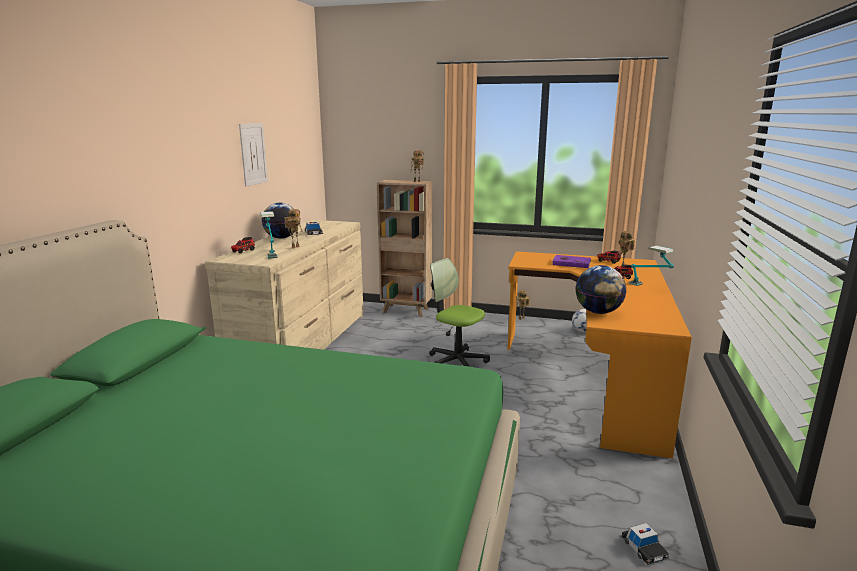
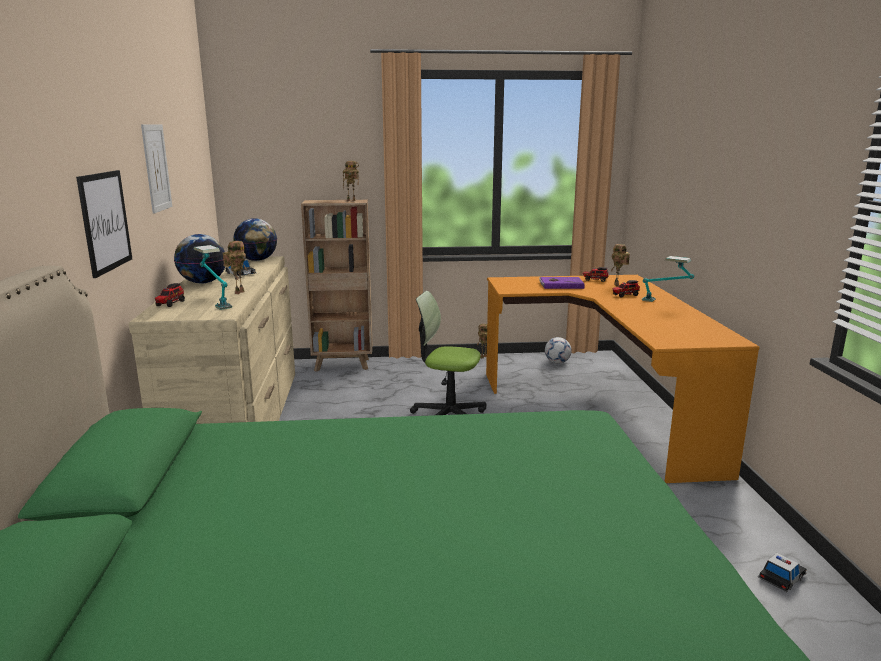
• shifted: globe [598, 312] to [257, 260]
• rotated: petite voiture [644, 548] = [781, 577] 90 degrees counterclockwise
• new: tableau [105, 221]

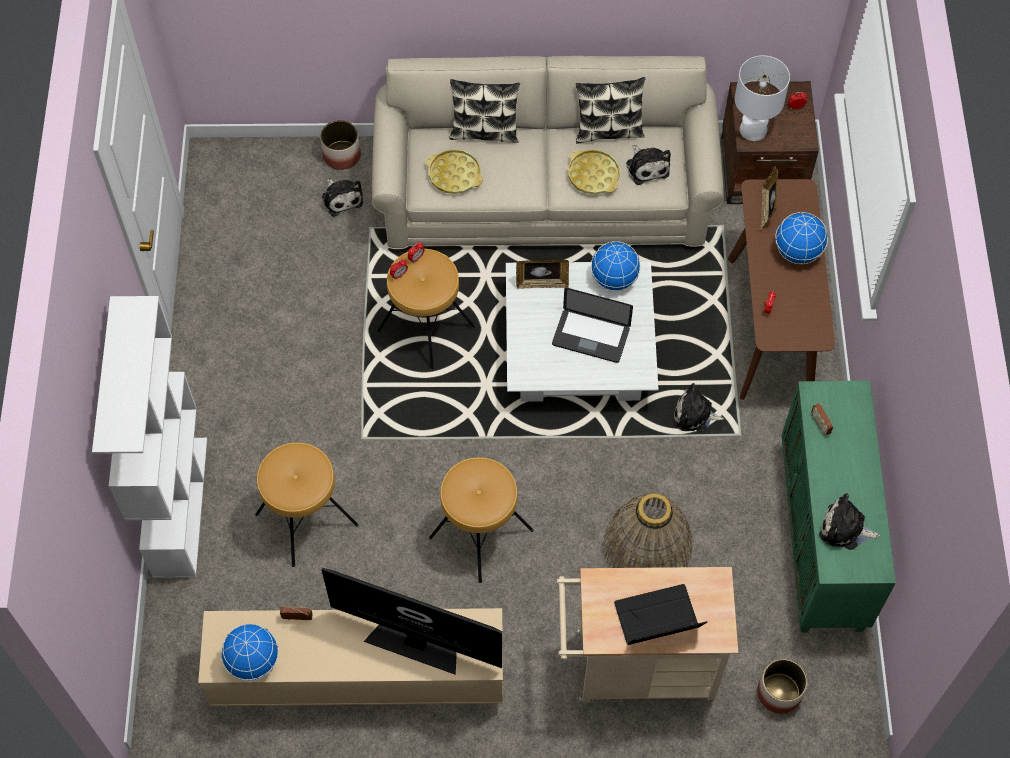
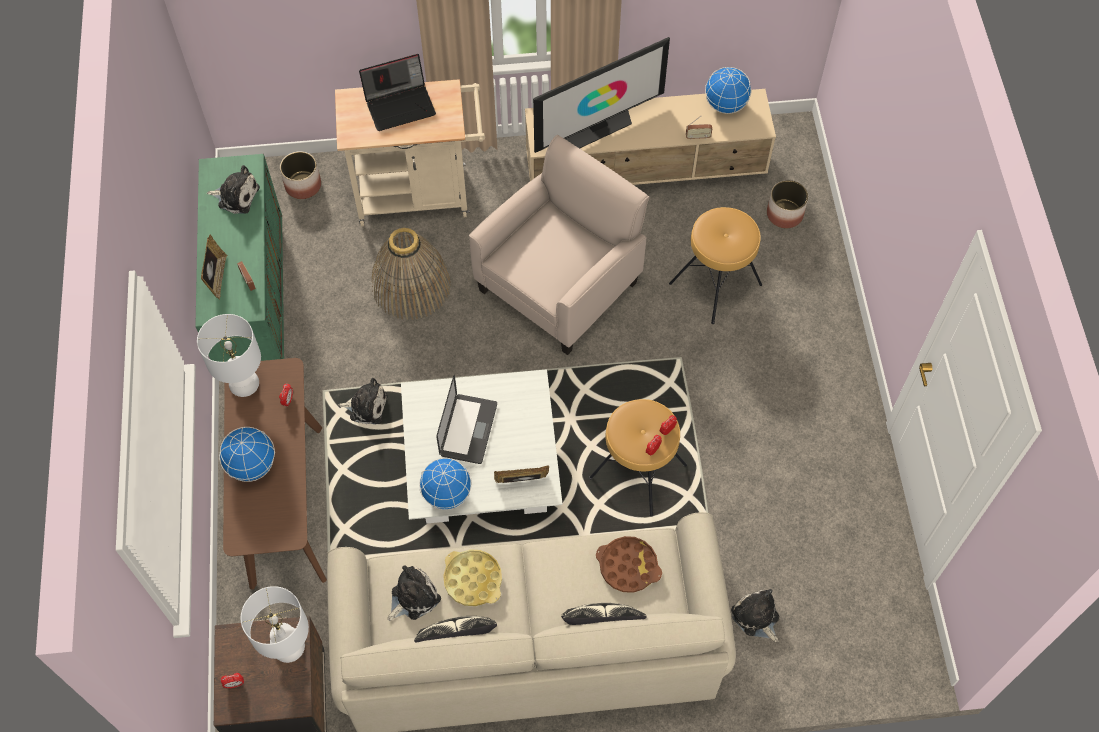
• shifted: cache-pot [342, 155] to [784, 214]
• rotated: peluche [646, 167] = [413, 597] 75 degrees clockwise
• repainted: plateau (jaune) [454, 175] to plateau (marron) [628, 566]
• shifted: cadre photo [766, 209] to [217, 278]
• rotated: ordinateur portable [590, 336] = [468, 429] 90 degrees clockwise
• gone: bibliothèque (blanc) [179, 506]
• swapped: tabouret (marron) [480, 533] to fauteuil (beige) [559, 285]
• rotated: téléviseur [415, 643] = [598, 127] 45 degrees counterclockwise
• new: lampe de table (blanc) [244, 384]

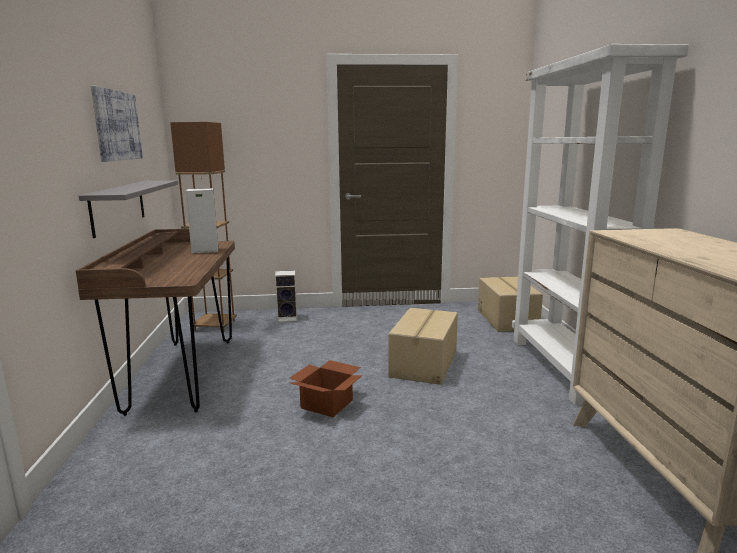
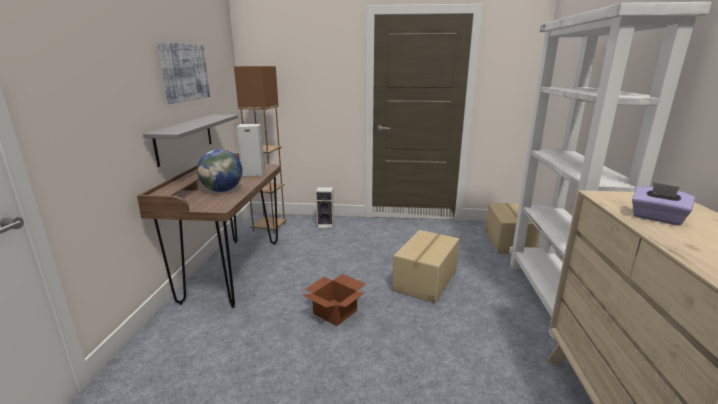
• new: globe [223, 190]
• new: boîte à mouchoirs (violet) [657, 218]

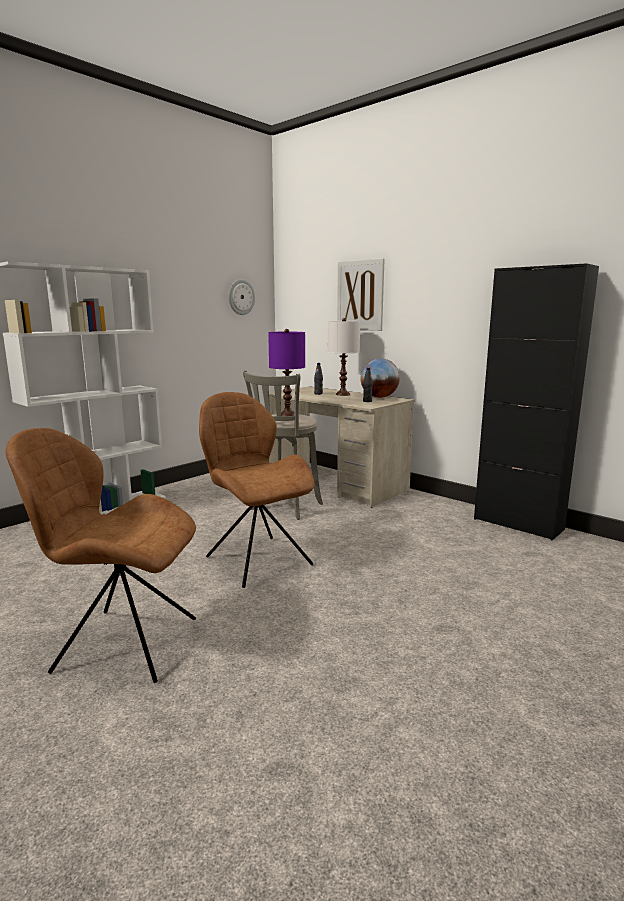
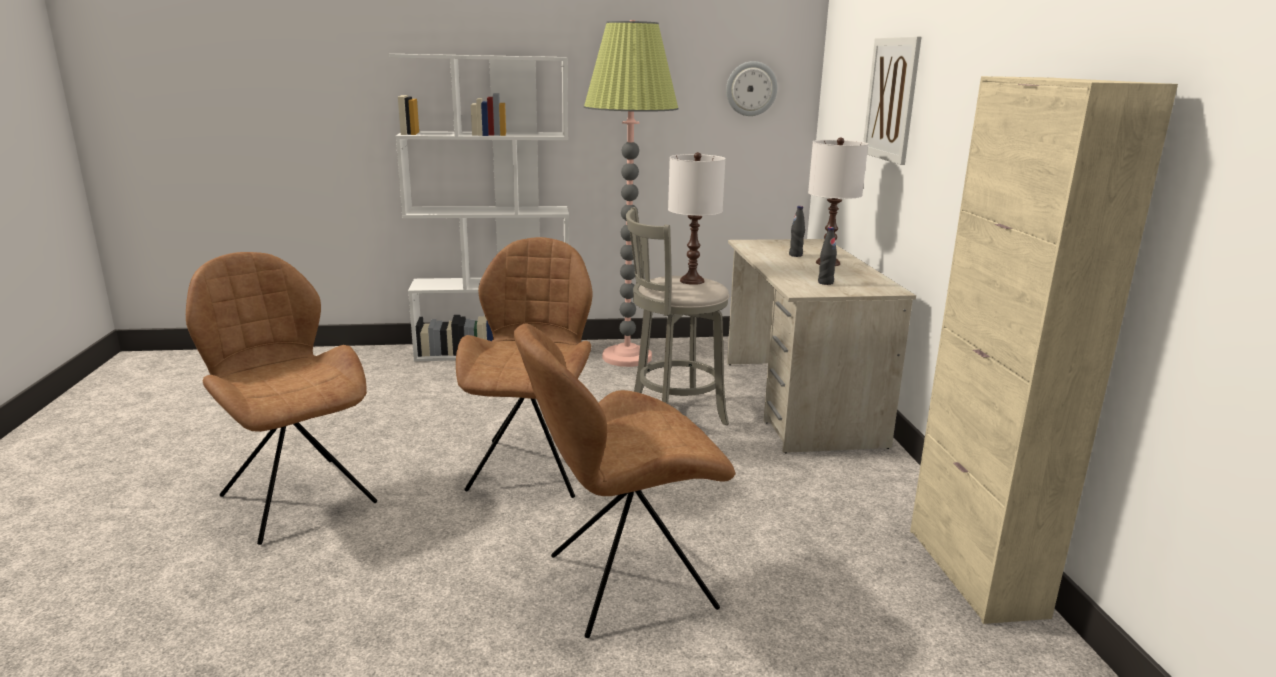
• repainted: meuble de rangement (noir) [518, 524] to meuble de rangement (beige) [974, 571]
• repainted: lampe de table (violet) [288, 415] to lampe de table (blanc) [692, 281]
• gone: globe [379, 397]
• new: lampadaire [627, 357]
• new: chaise (marron) [624, 583]

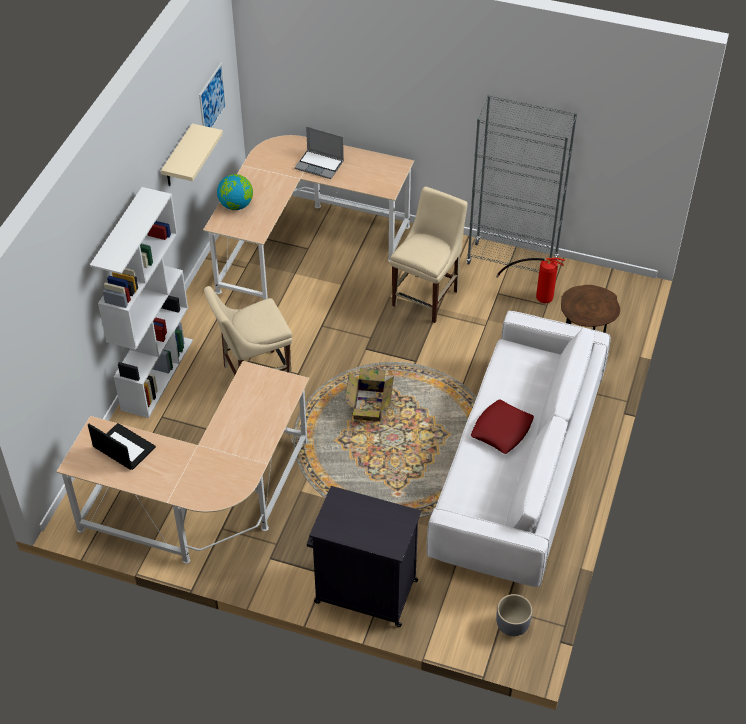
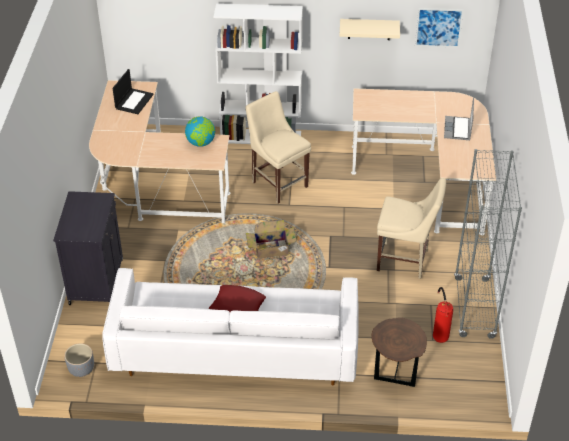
• shifted: globe [236, 205] to [200, 143]

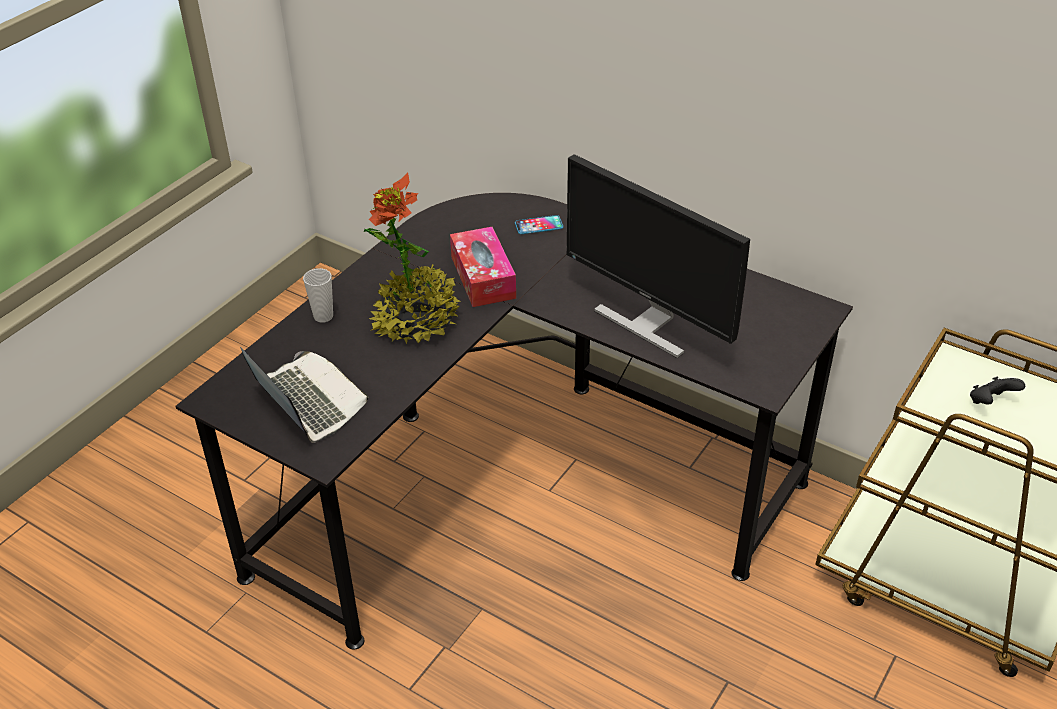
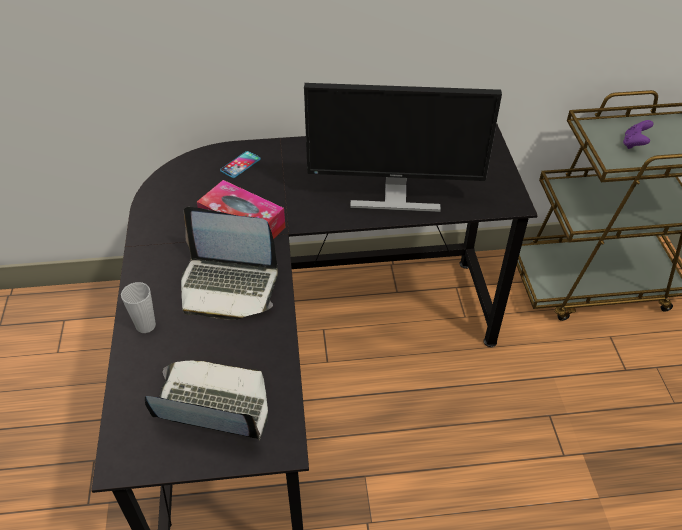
• swapped: plante en pot [416, 320] to ordinateur portable [228, 286]
• repainted: manette (noir) [990, 402] to manette (violet) [634, 144]

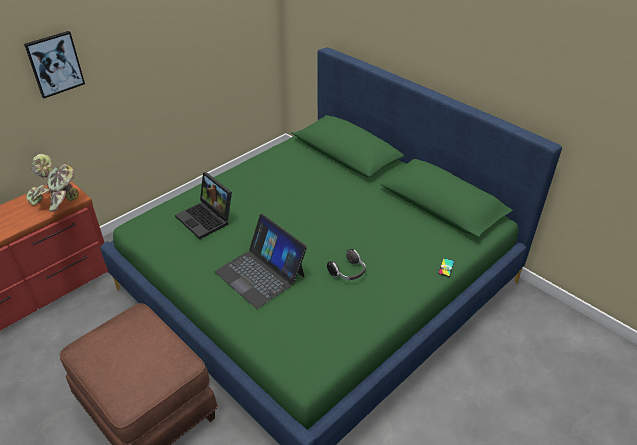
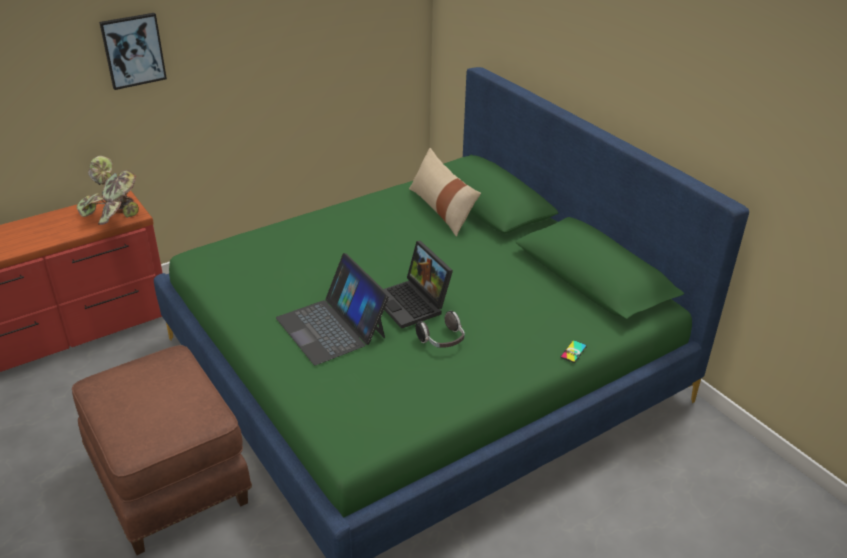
• shifted: ordinateur portable [207, 219] to [413, 304]
• new: coussin (beige) [442, 209]

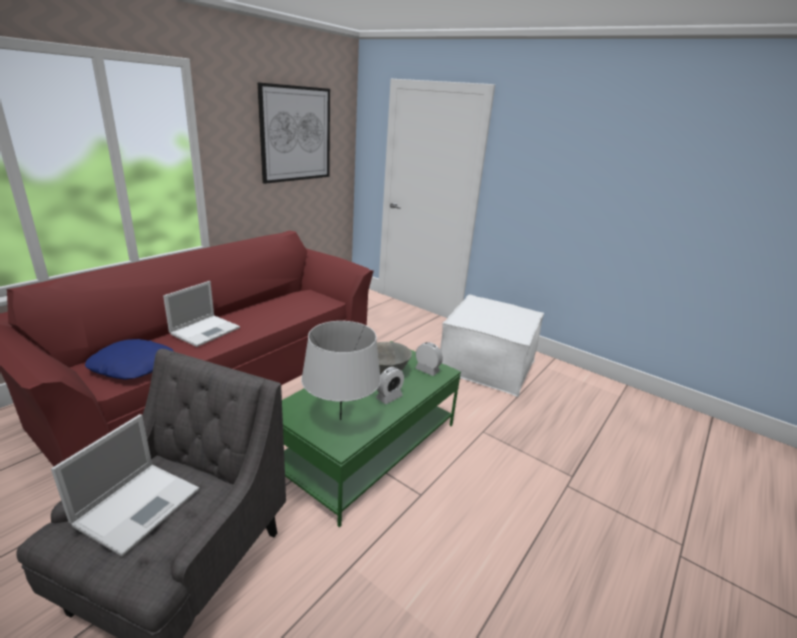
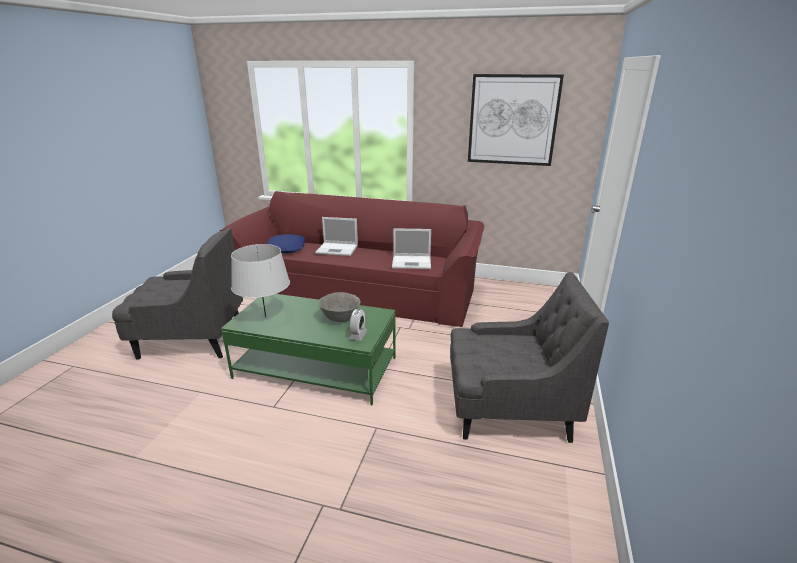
• swapped: pouf (blanc) [487, 365] to fauteuil (gris) [508, 410]
• gone: réveil [389, 397]
• shifted: ordinateur portable [139, 505] to [412, 262]

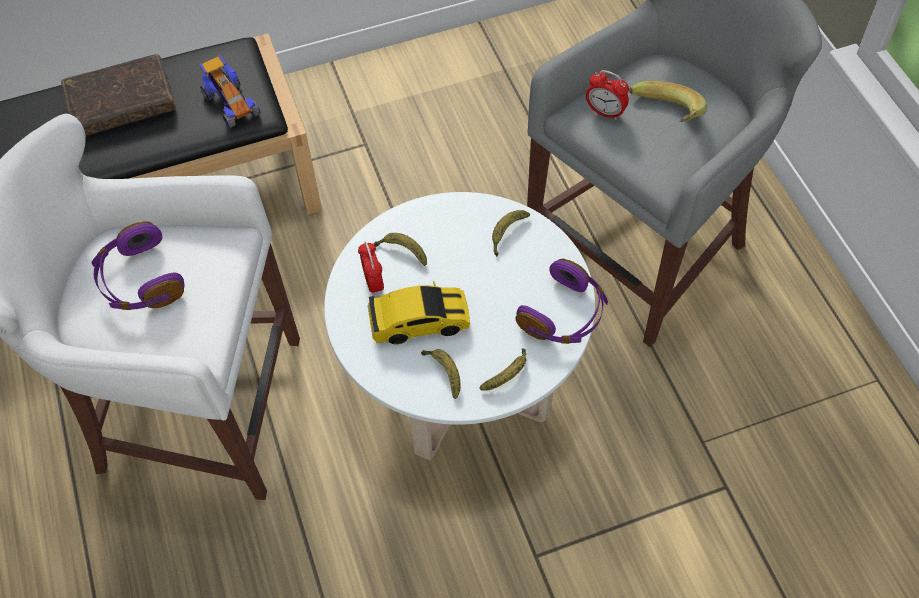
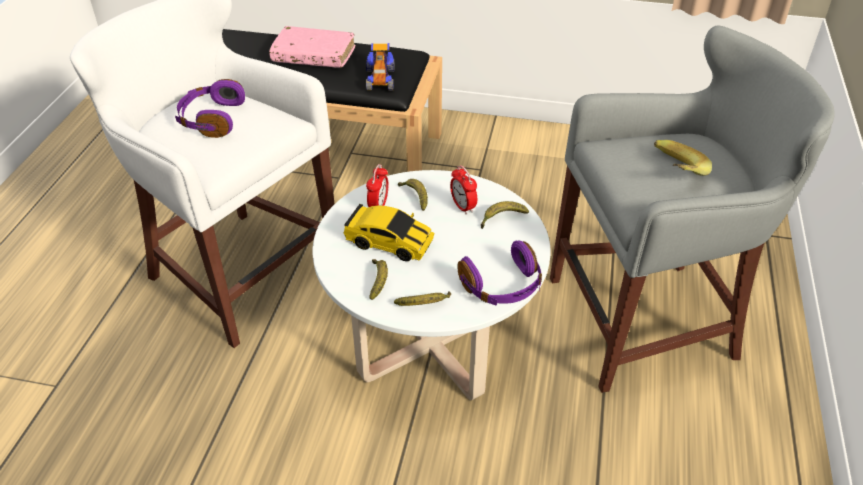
• repainted: livre (marron) [122, 104] to livre (rose) [314, 56]
• shifted: réveil [605, 112] to [463, 207]

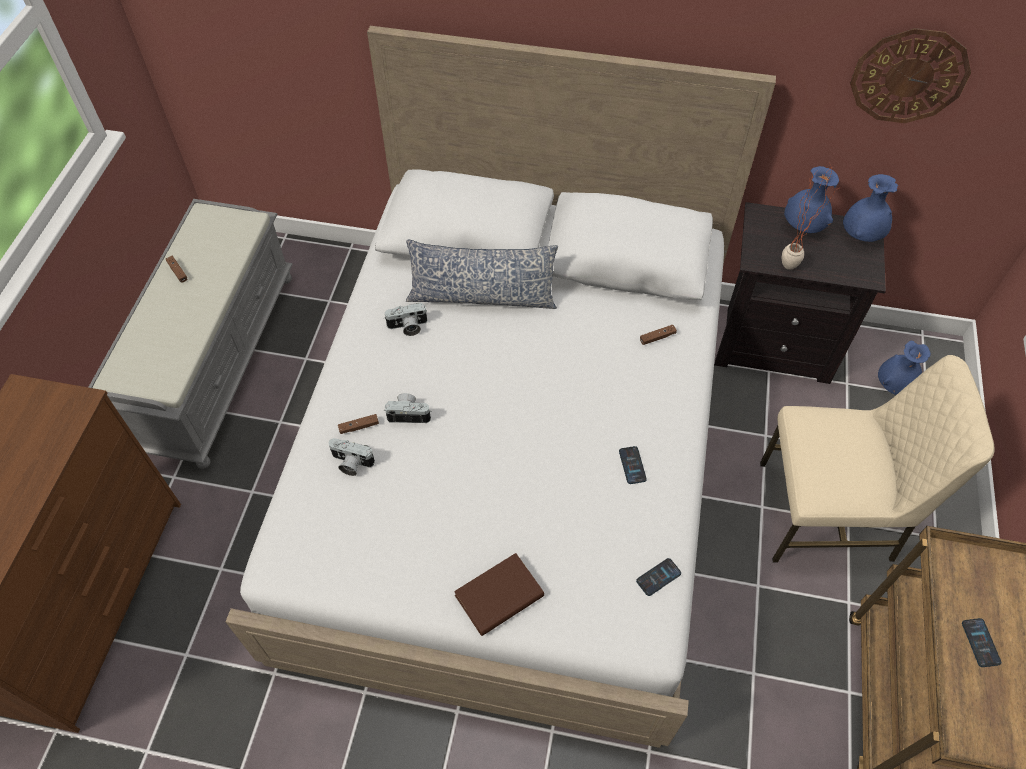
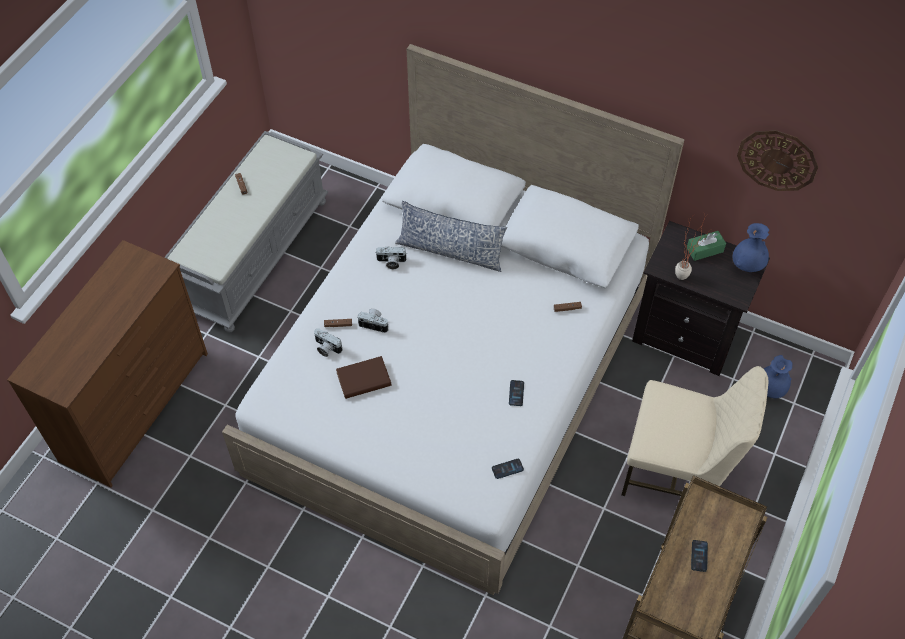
• swapped: vase (bleu) [802, 228] to boîte à mouchoirs (vert) [704, 250]
• shifted: livre (marron) [499, 596] to [364, 379]

